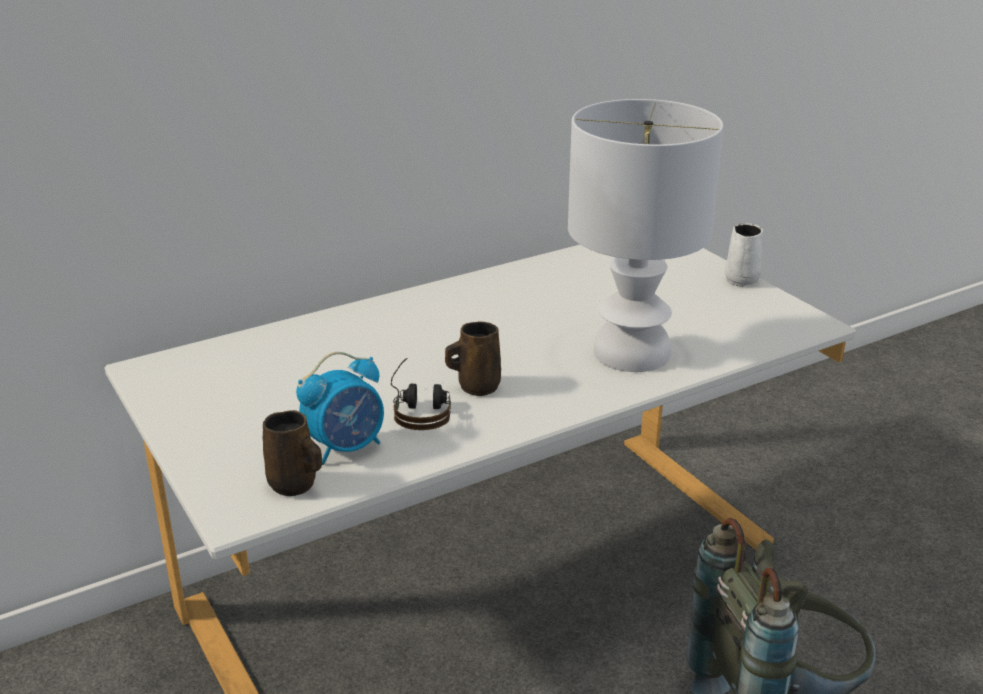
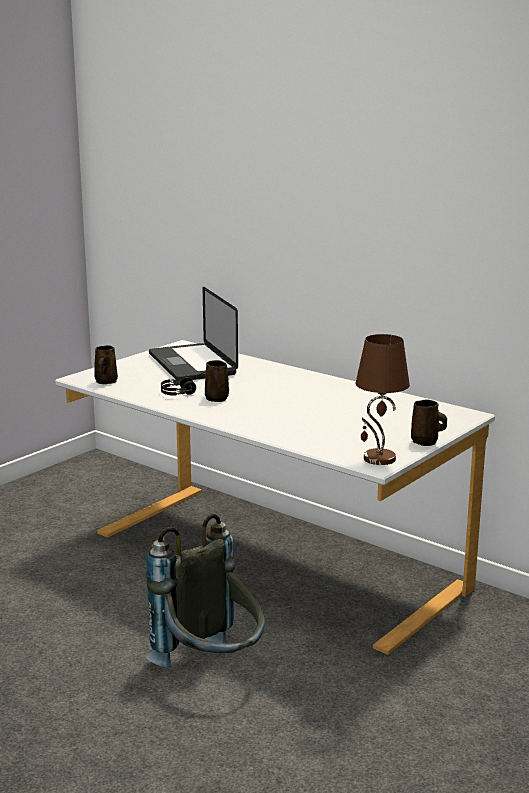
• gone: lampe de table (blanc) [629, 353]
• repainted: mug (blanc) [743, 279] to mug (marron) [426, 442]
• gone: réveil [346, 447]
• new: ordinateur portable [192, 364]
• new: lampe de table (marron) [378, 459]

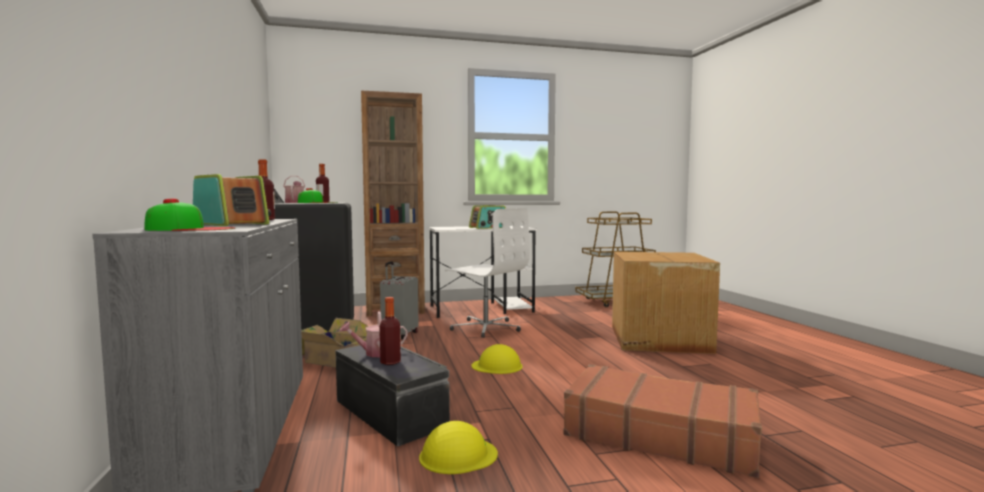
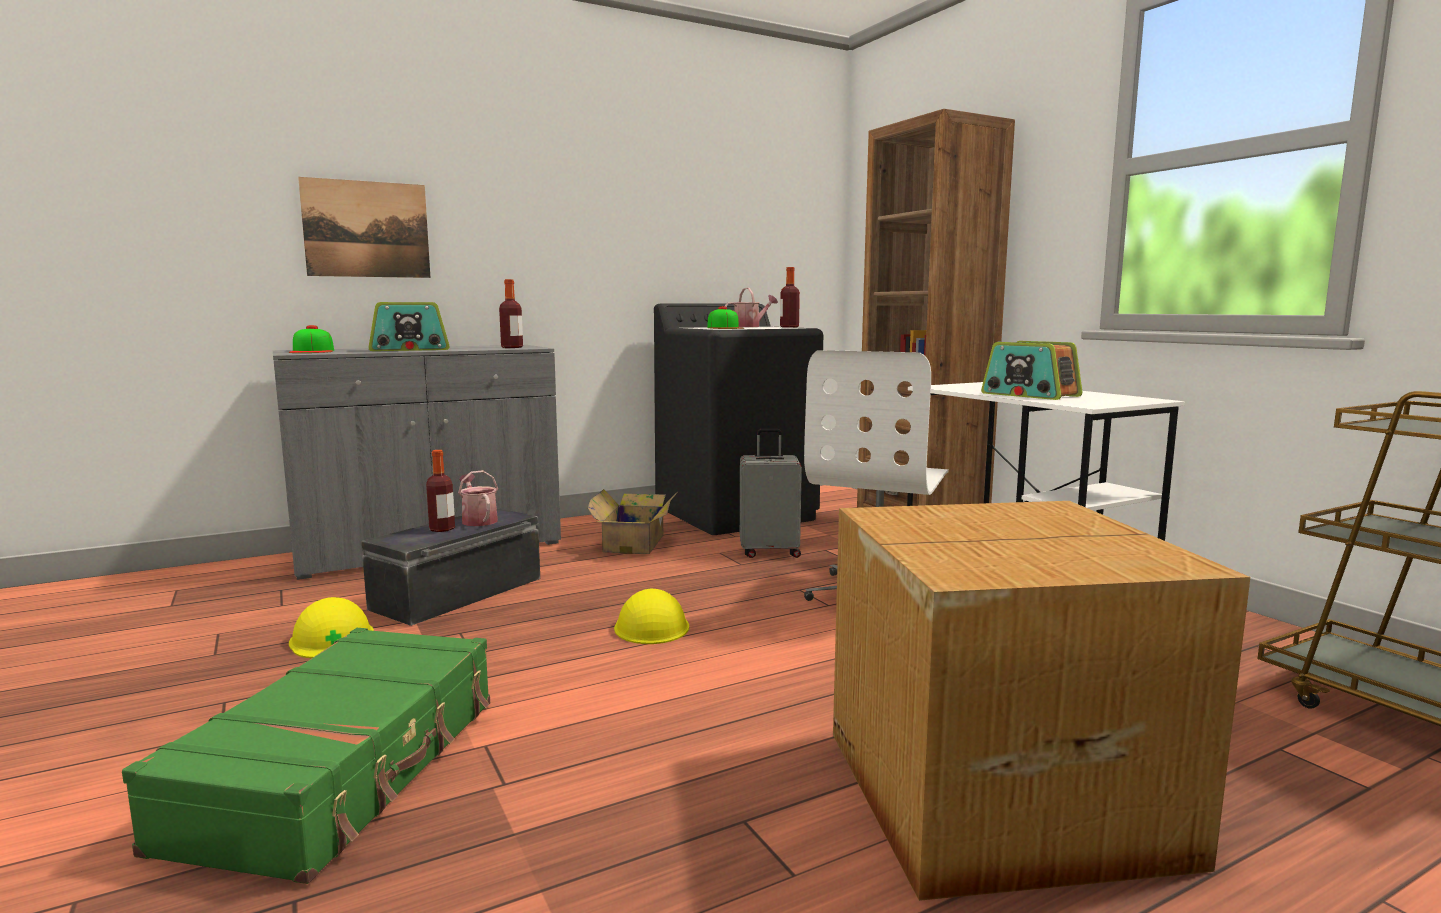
• rotated: radio [231, 224] = [409, 349] 45 degrees clockwise
• repainted: valise (marron) [659, 434] to valise (vert) [344, 770]
• new: tableau [367, 229]

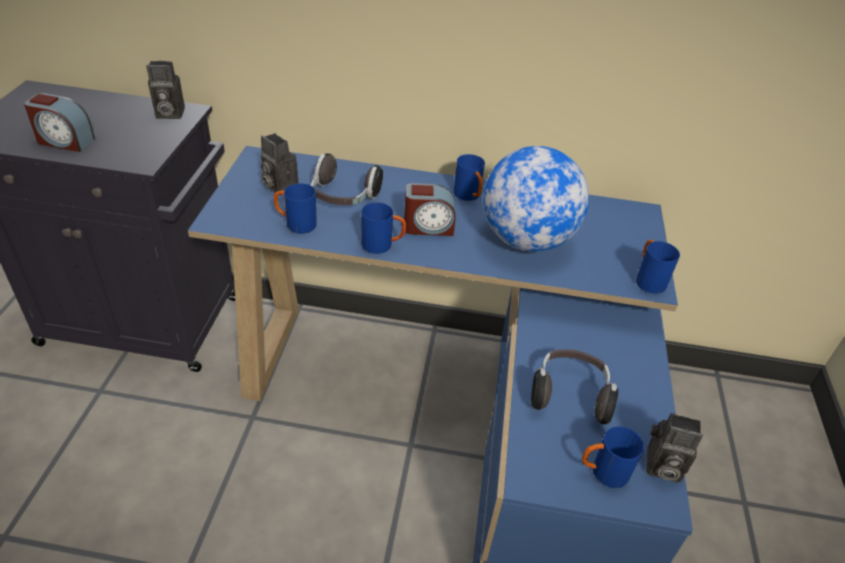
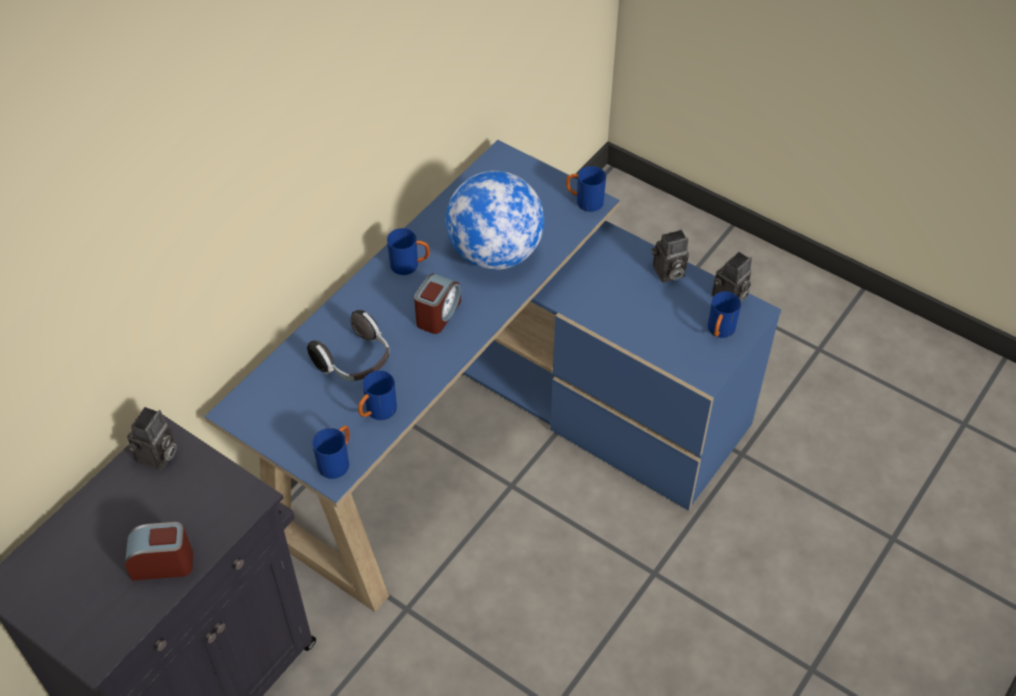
• rotated: réveil [65, 141] = [163, 563] 135 degrees counterclockwise
• shifted: appareil photo [278, 185] to [668, 273]
• shifted: mug (bleu) [383, 245] to [337, 461]
• gone: casque audio [570, 395]

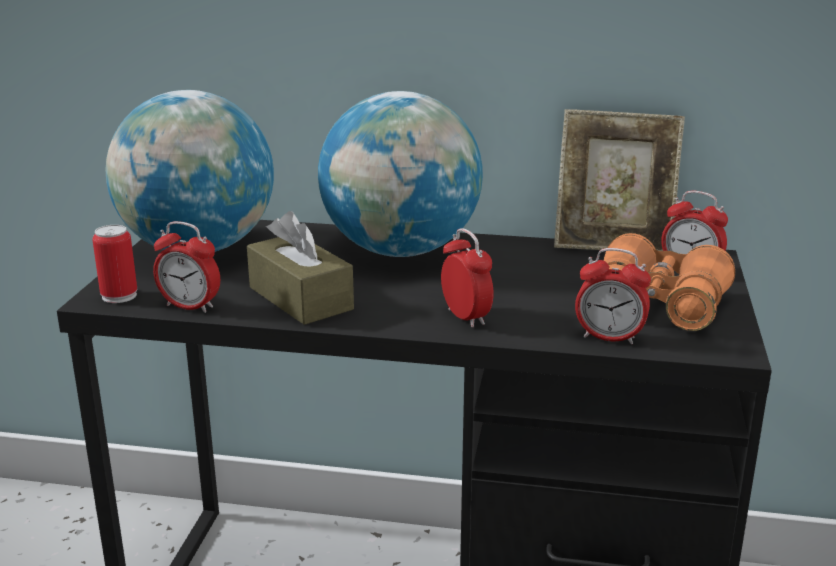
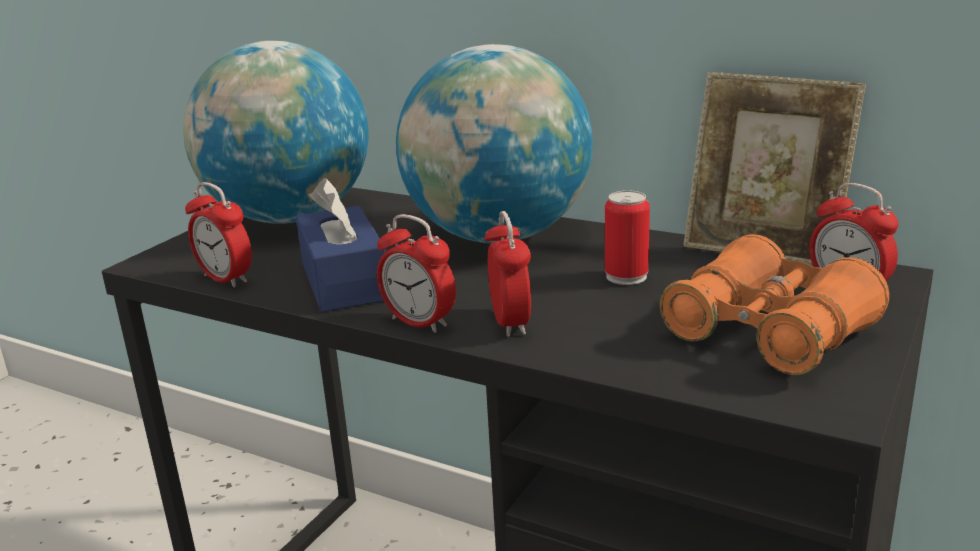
• repainted: boîte à mouchoirs (marron) [300, 298] to boîte à mouchoirs (bleu) [344, 281]
• shifted: boîte métallique [119, 296] to [626, 276]
• shifted: réveil [609, 338] to [419, 323]

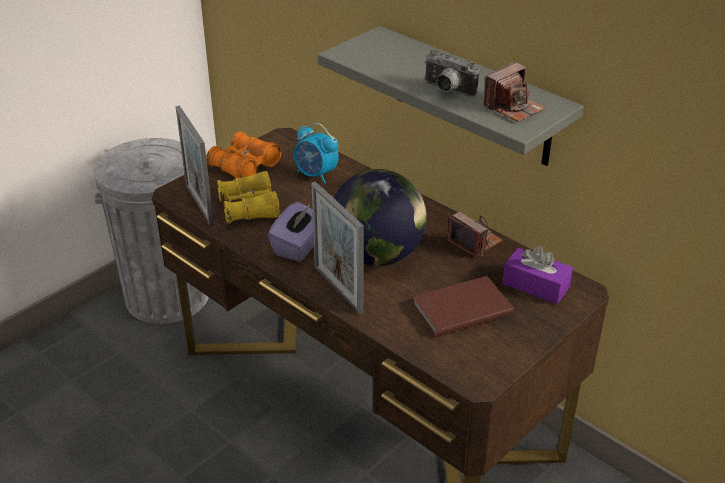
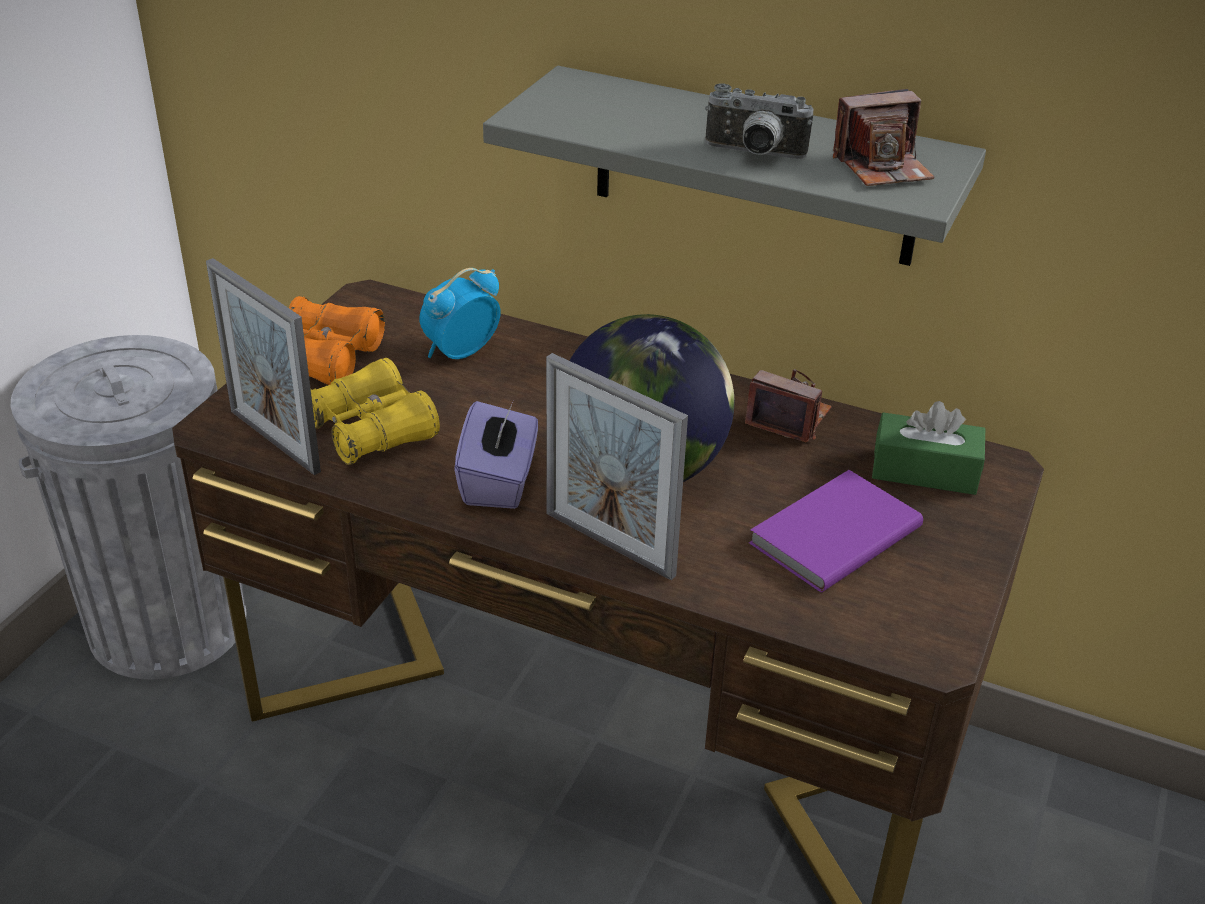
• rotated: appareil photo [513, 108] = [882, 167] 45 degrees clockwise
• rotated: réveil [316, 175] = [460, 352] 120 degrees clockwise
• repainted: boîte à mouchoirs (violet) [535, 285] to boîte à mouchoirs (vert) [924, 471]
• repainted: livre (marron) [460, 308] to livre (violet) [831, 534]

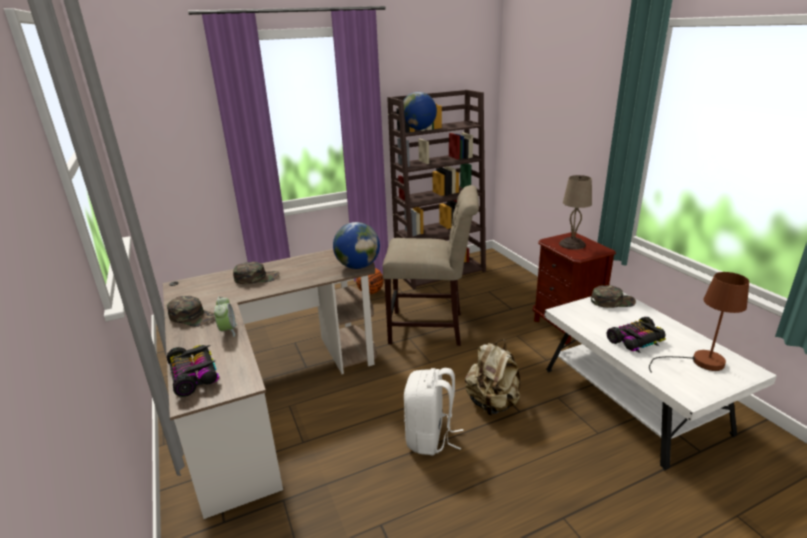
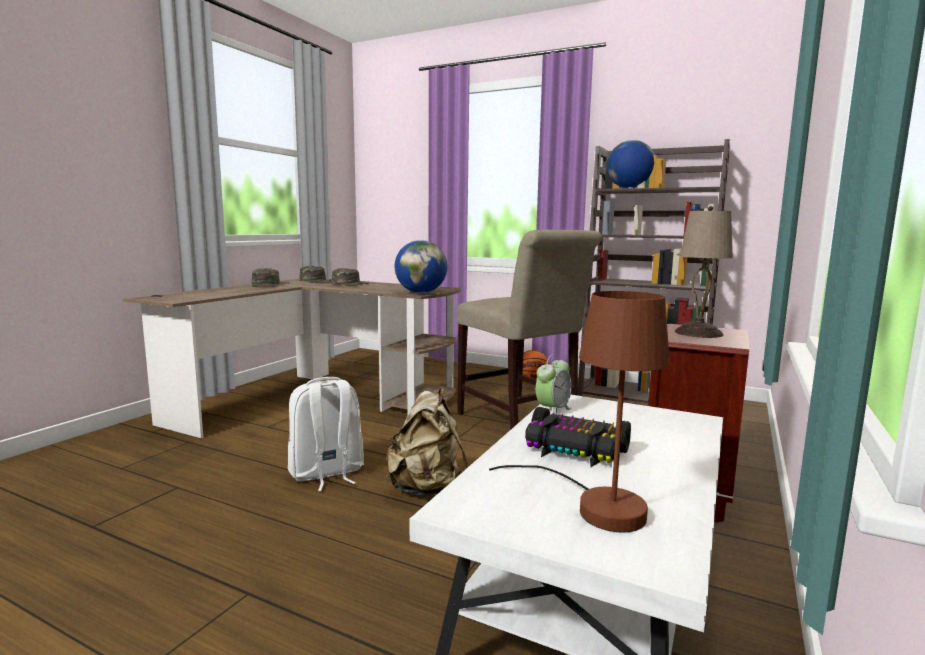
• shifted: casquette (vert) [612, 301] to [316, 281]
• shifted: réveil [228, 331] to [552, 410]
• gone: petite voiture [195, 375]

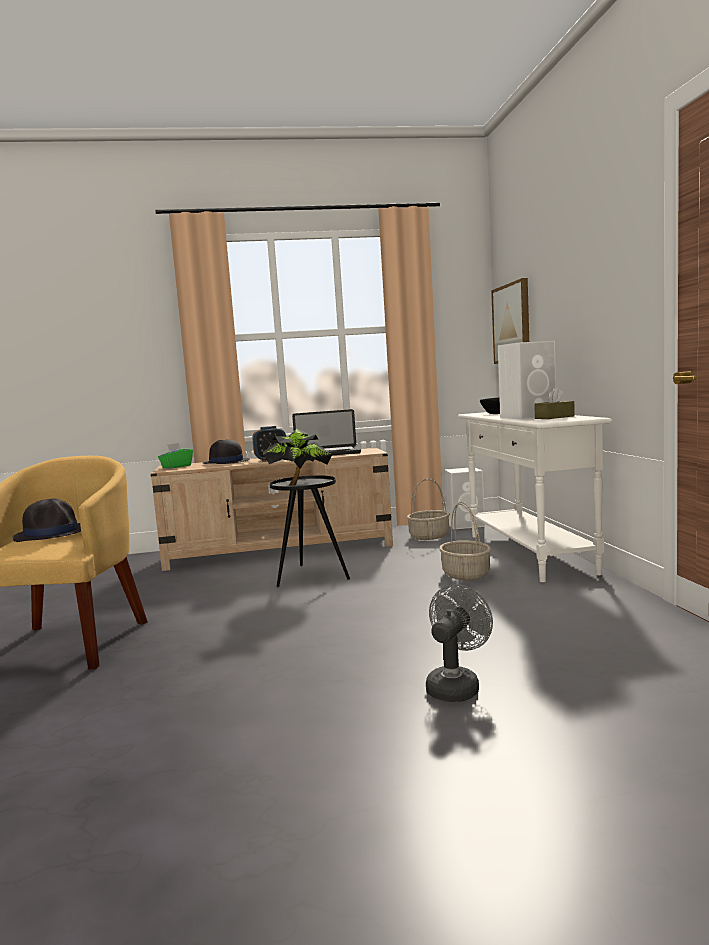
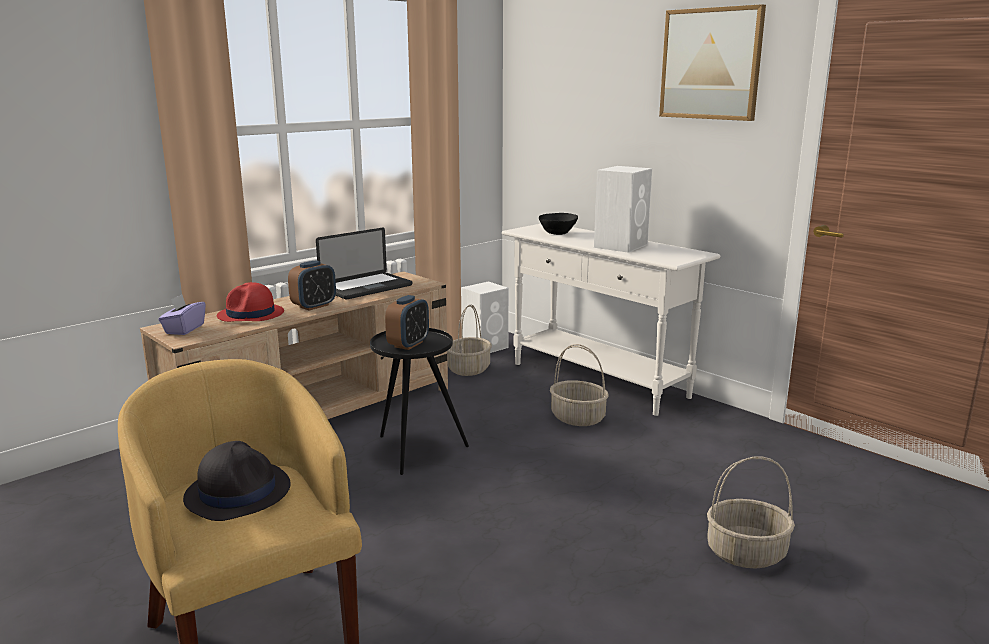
• shifted: tableau [512, 323] to [711, 64]
• gone: boîte à mouchoirs (marron) [554, 417]
• swapped: plante en pot [299, 484] to réveil [408, 344]
• repainted: chapeau (noir) [226, 462] to chapeau (rouge) [251, 315]
• repainted: boîte à mouchoirs (vert) [176, 466] to boîte à mouchoirs (violet) [184, 329]
• swapped: ventilateur (gris) [456, 686] to panier [745, 553]

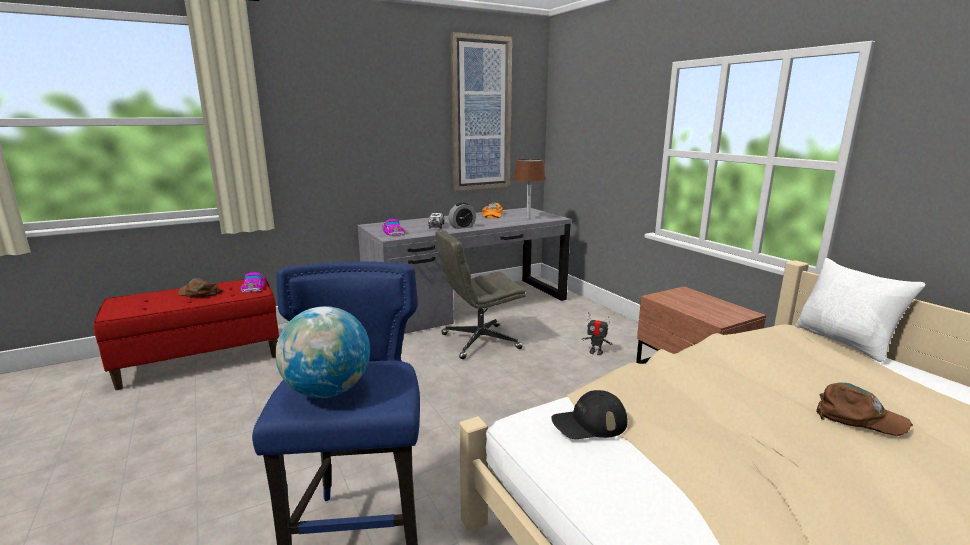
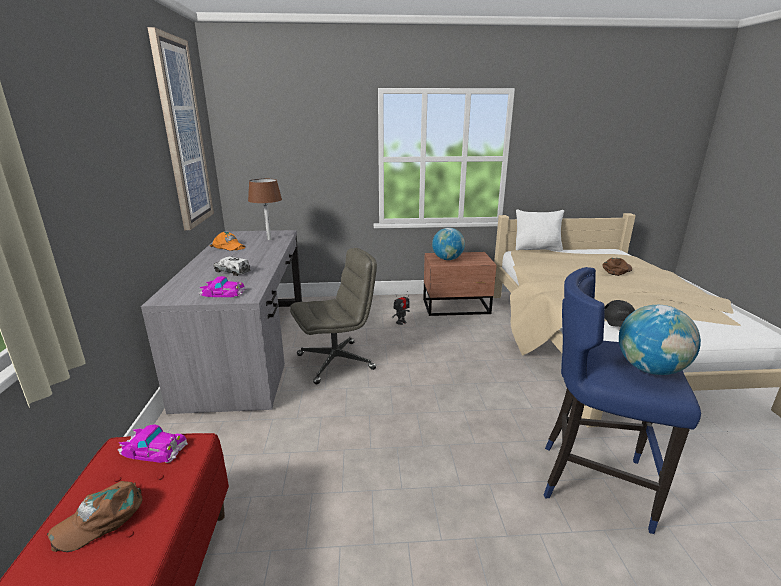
• gone: réveil [462, 227]
• rotated: chaise de bureau (gris) [479, 342] = [336, 361] 120 degrees counterclockwise
• new: globe [447, 259]

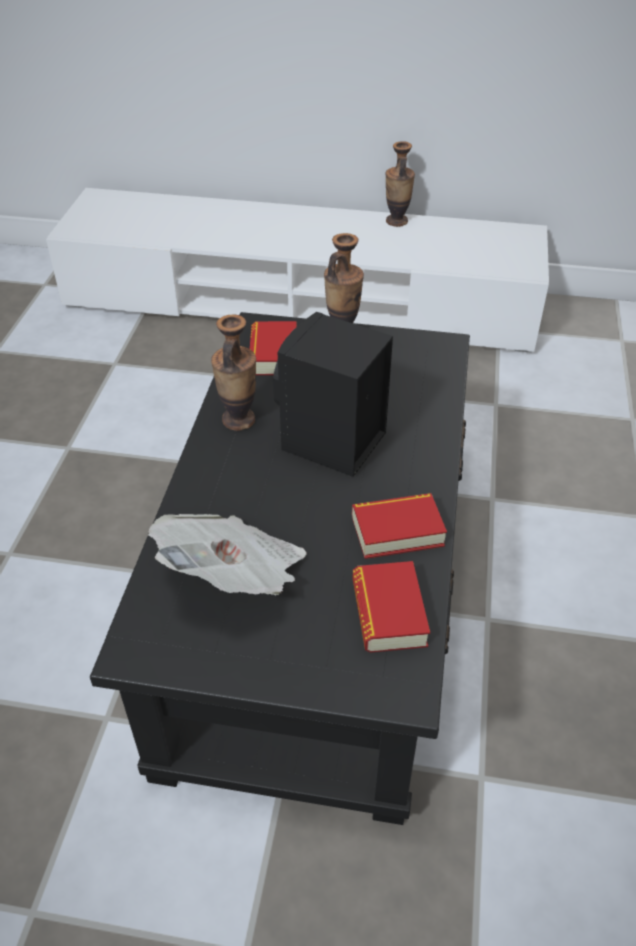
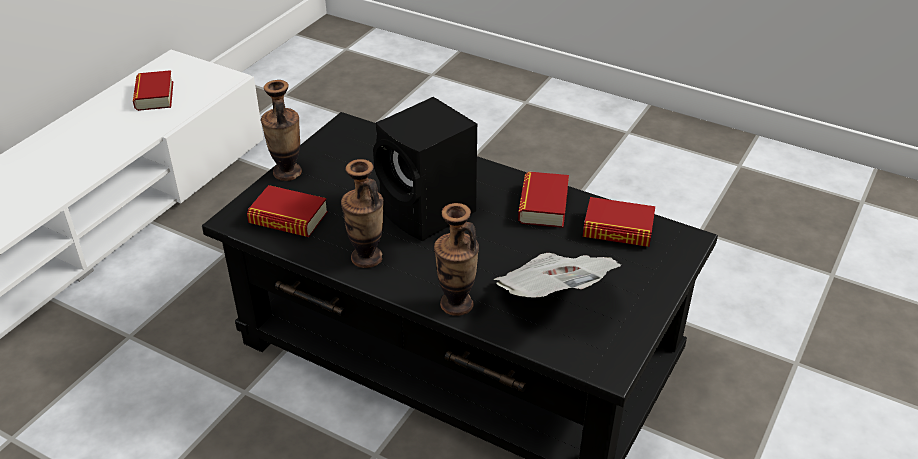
• shifted: vase [396, 221] to [456, 304]
• new: livre [154, 96]

